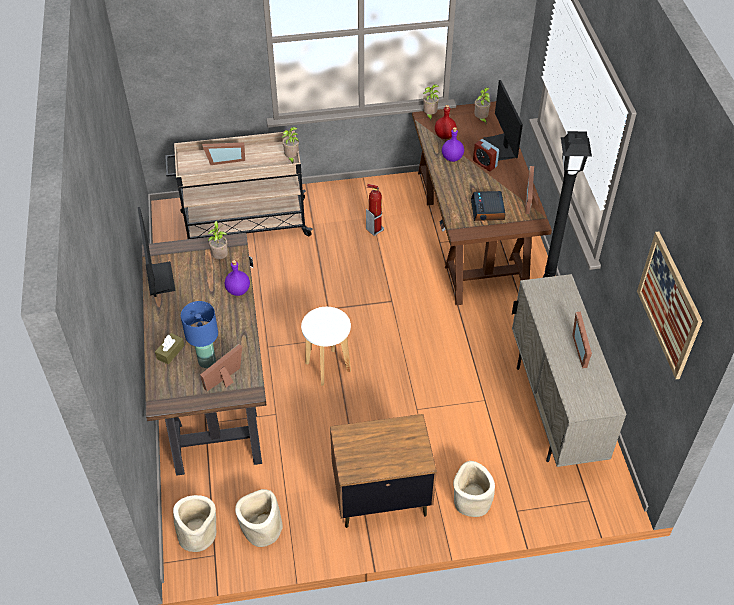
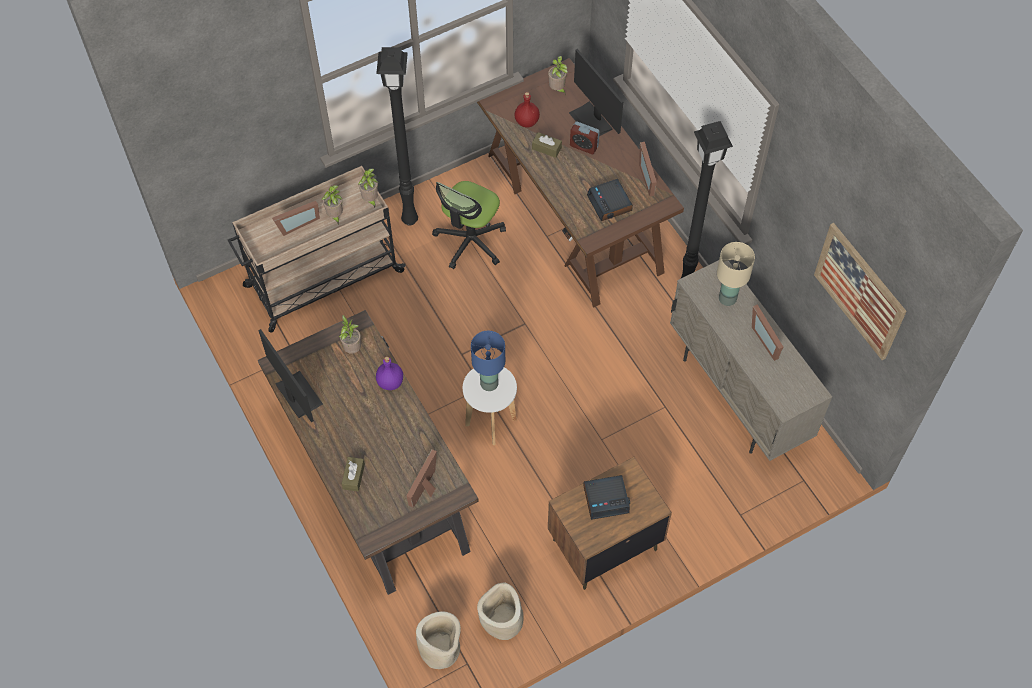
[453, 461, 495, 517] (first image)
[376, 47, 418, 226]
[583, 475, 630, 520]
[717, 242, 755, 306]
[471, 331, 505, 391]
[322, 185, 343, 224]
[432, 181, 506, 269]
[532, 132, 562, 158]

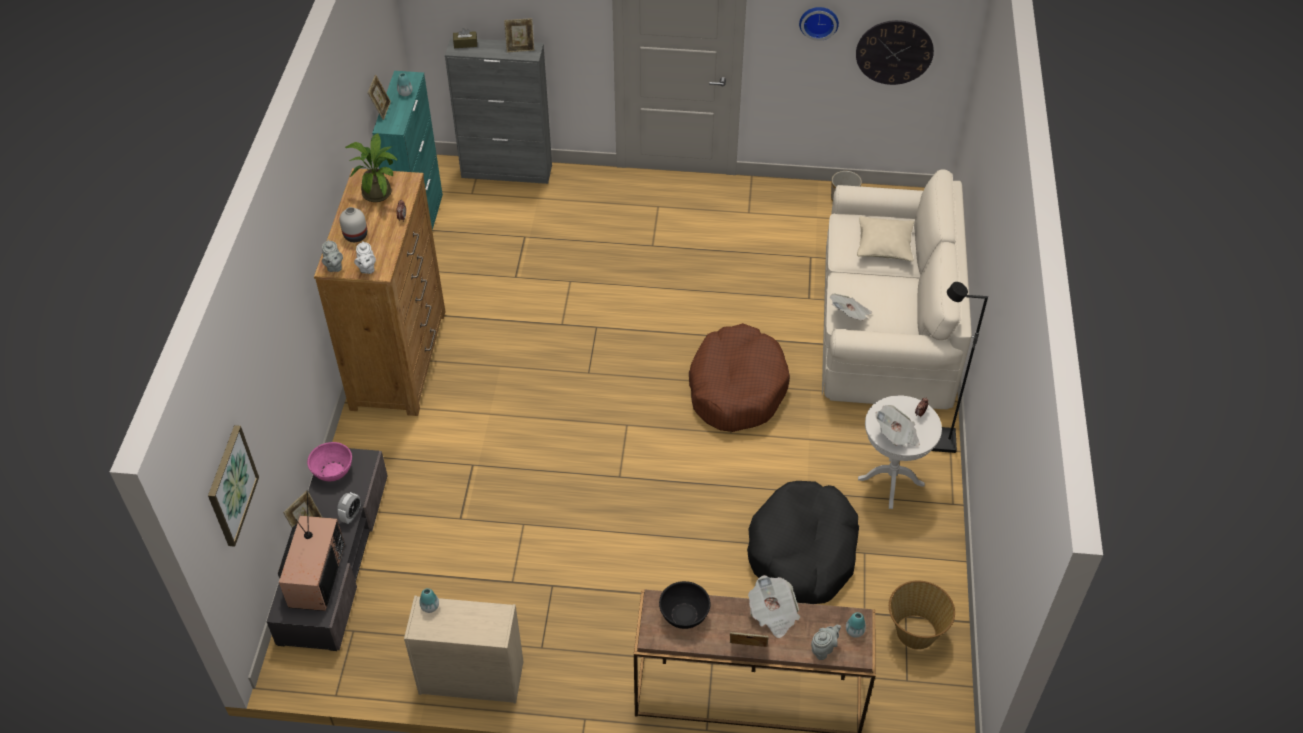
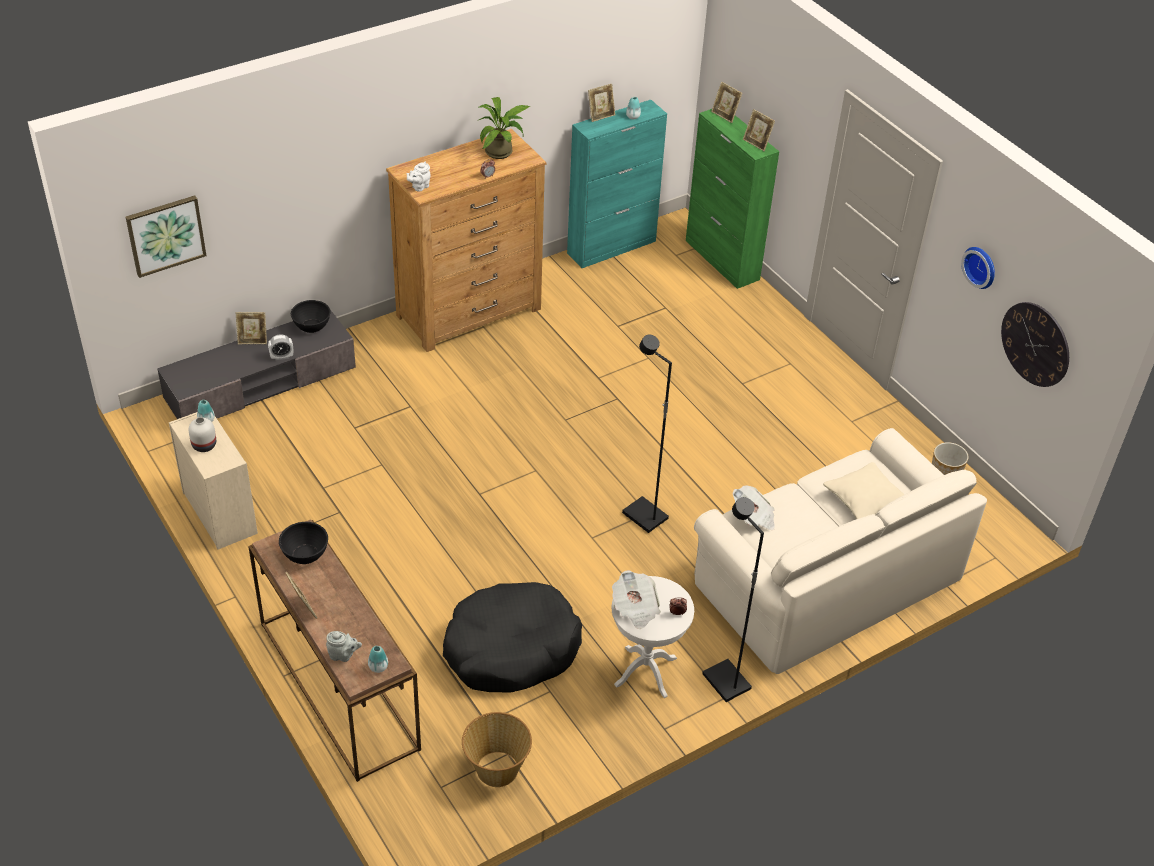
[278, 491, 345, 611] (first image)
[322, 240, 343, 272] (first image)
[748, 575, 800, 638] (first image)
[188, 417, 216, 452]
[711, 82, 742, 123]
[622, 334, 672, 533]
[291, 300, 331, 333]
[686, 109, 779, 289]

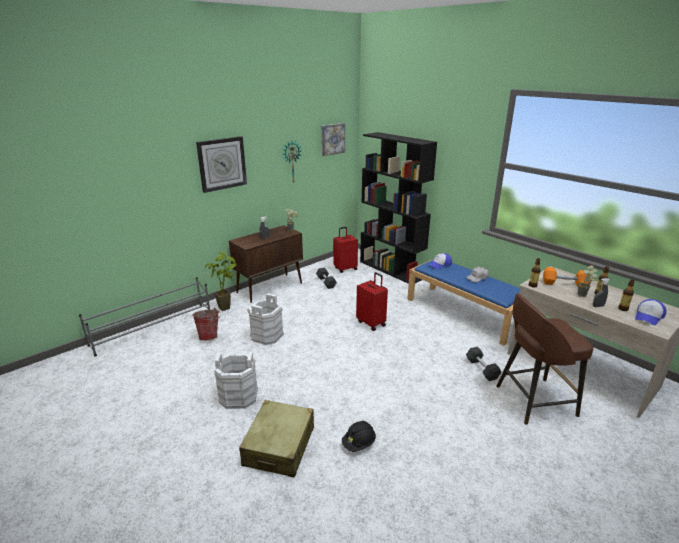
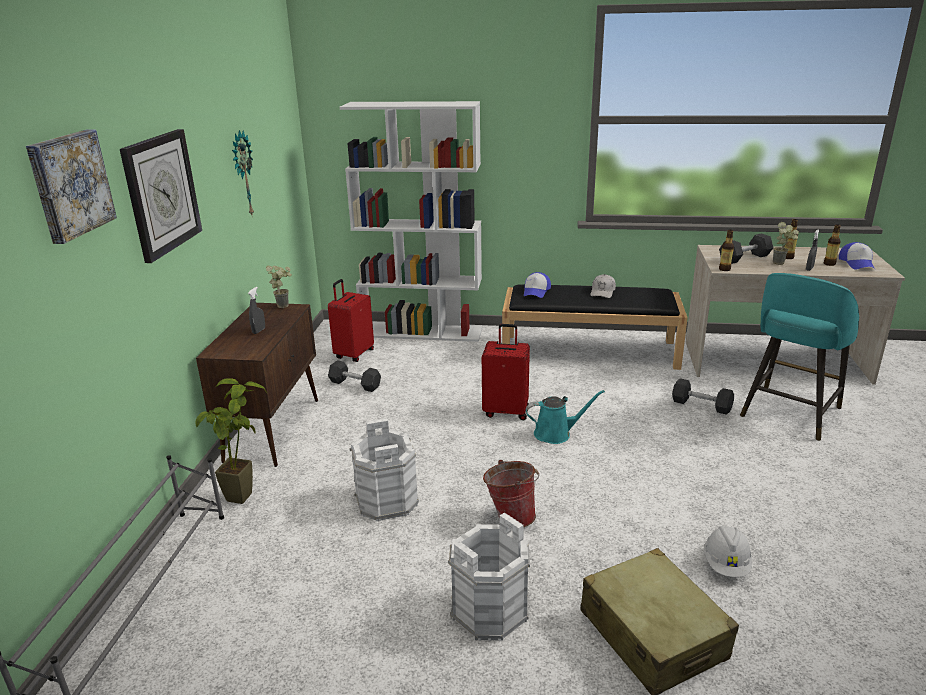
[526, 390, 605, 444]
[483, 460, 539, 527]
[26, 130, 117, 244]
[704, 526, 752, 577]
[340, 101, 482, 342]
[502, 285, 688, 370]
[740, 273, 859, 441]
[719, 234, 773, 264]

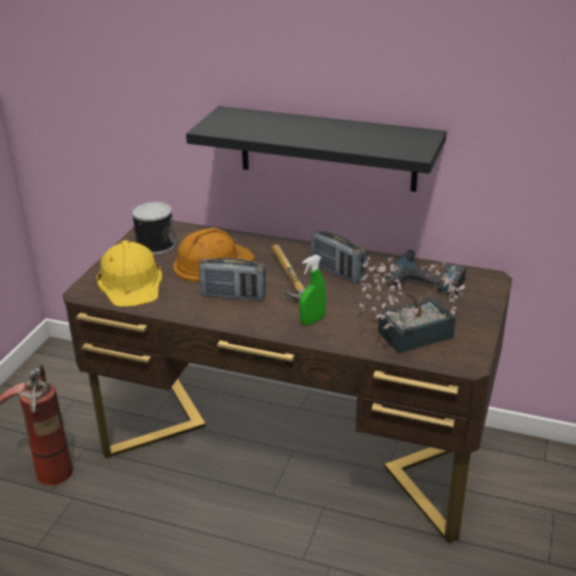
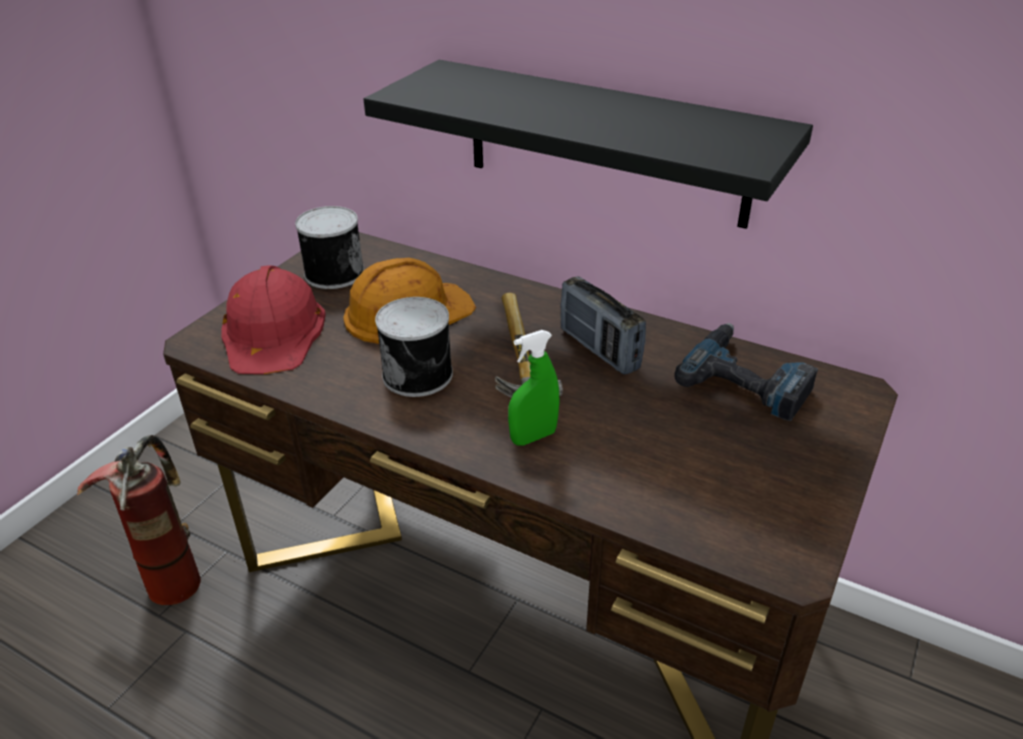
[360, 256, 465, 354] (first image)
[375, 297, 453, 397]
[221, 266, 326, 374]

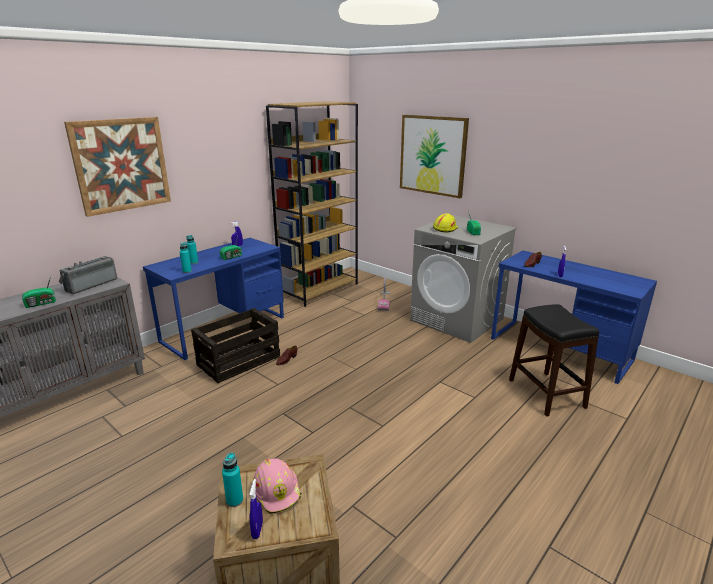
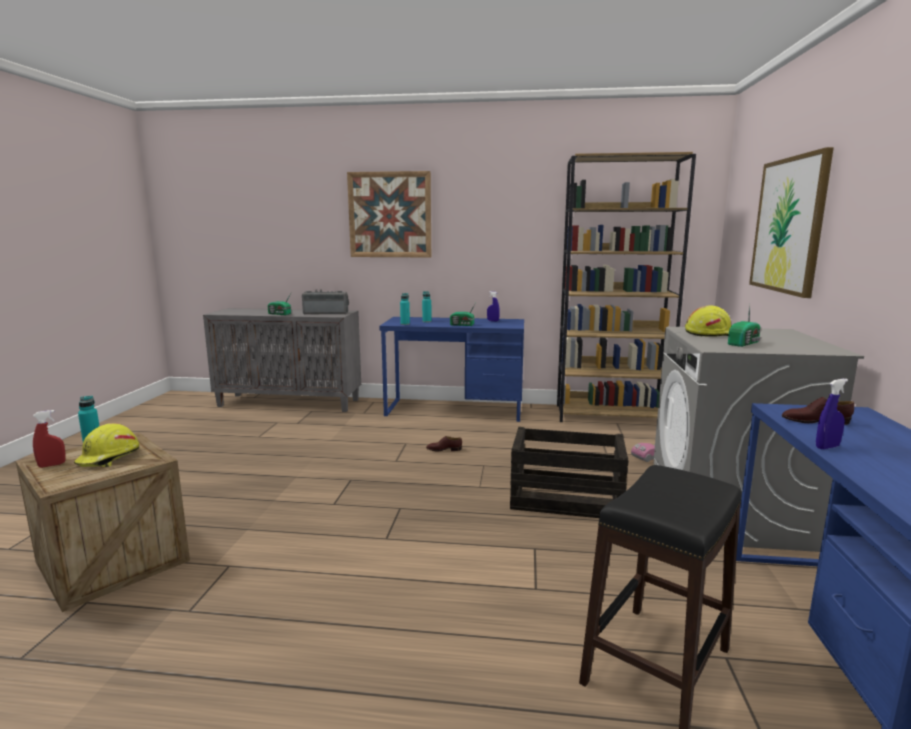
[510, 427, 629, 518]
[33, 410, 66, 468]
[74, 423, 139, 467]

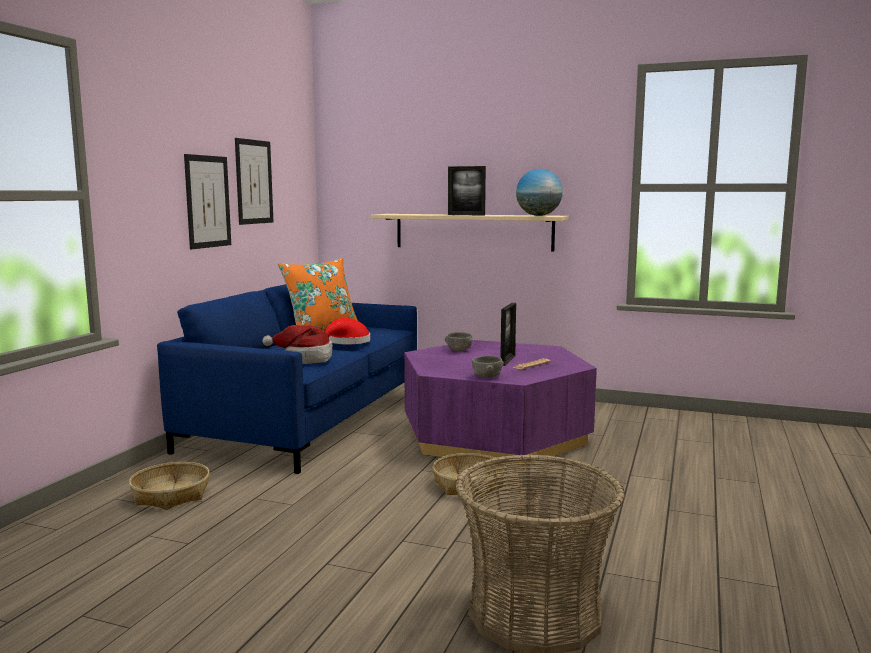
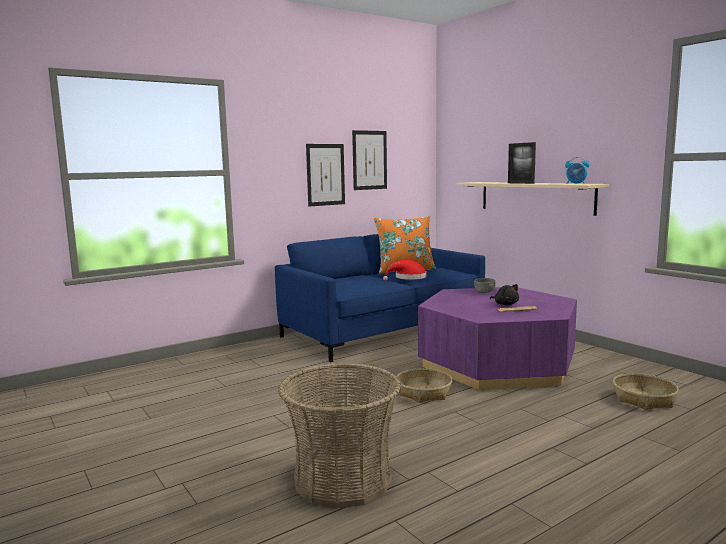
[262, 325, 332, 364] (first image)
[472, 356, 504, 378] (first image)
[613, 373, 679, 410]
[490, 284, 519, 305]
[565, 157, 589, 184]

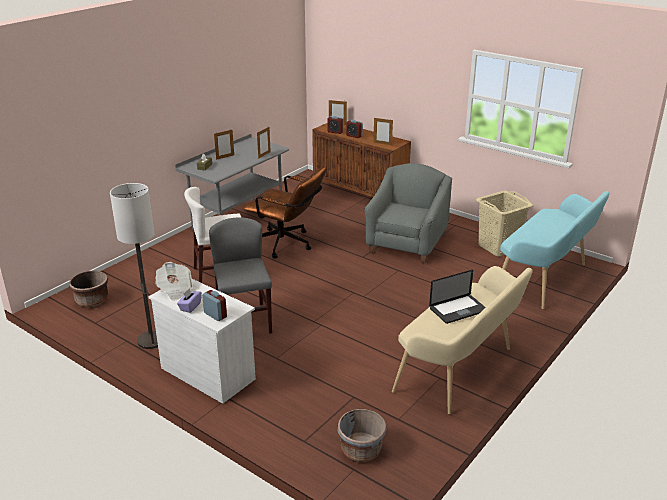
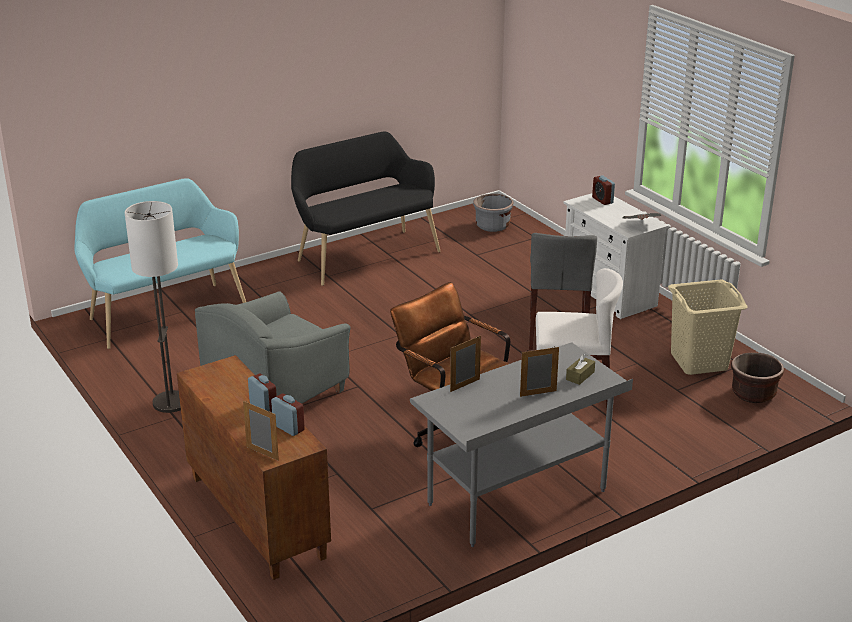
[177, 288, 202, 313] (first image)
[373, 117, 393, 145] (first image)
[429, 270, 486, 324] (first image)
[125, 201, 181, 413]
[668, 280, 747, 375]
[291, 132, 440, 286]

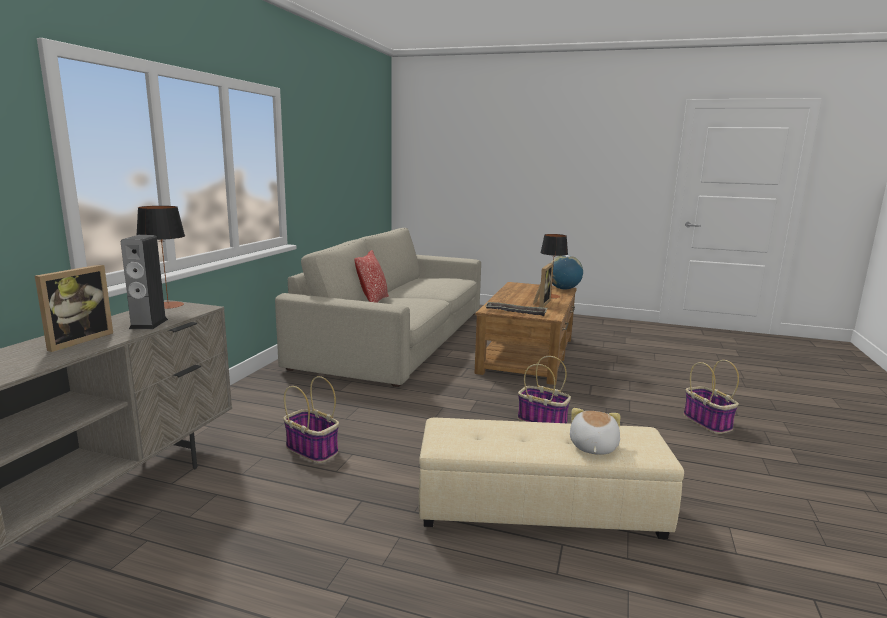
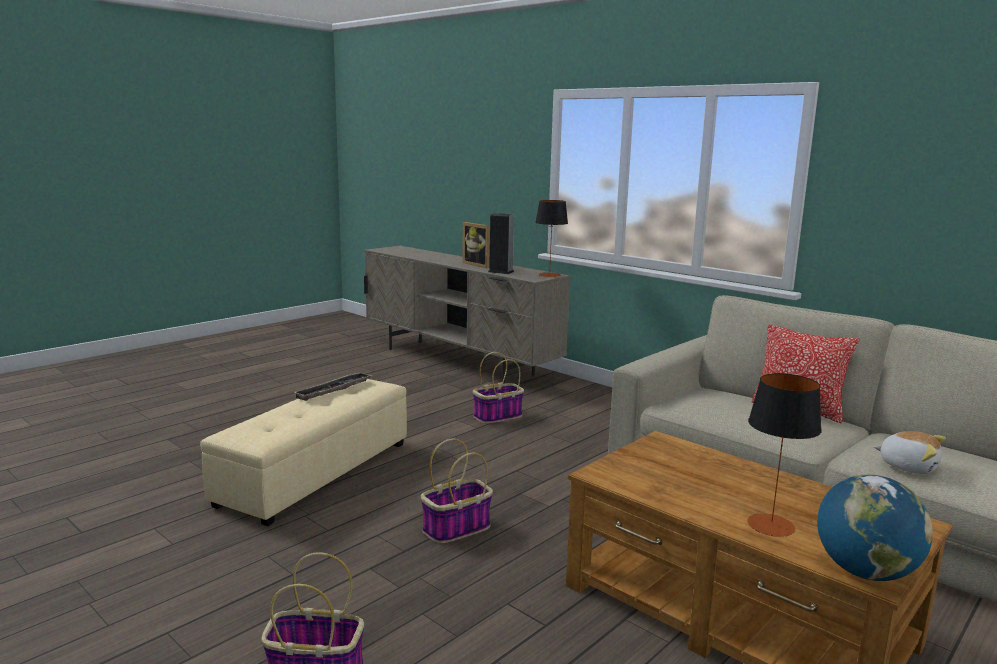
[533, 263, 553, 307] (first image)
[294, 372, 372, 401]
[873, 431, 946, 474]

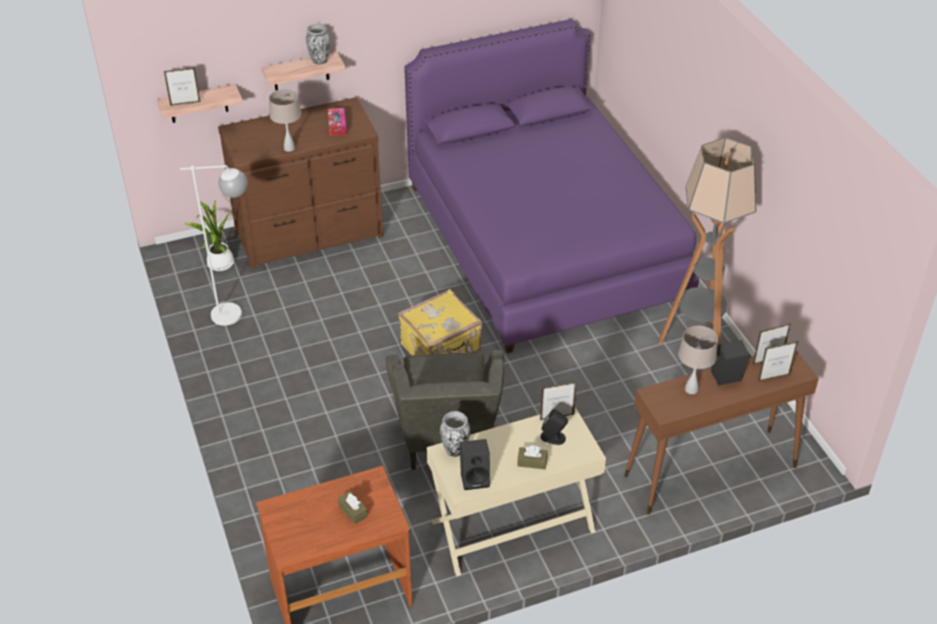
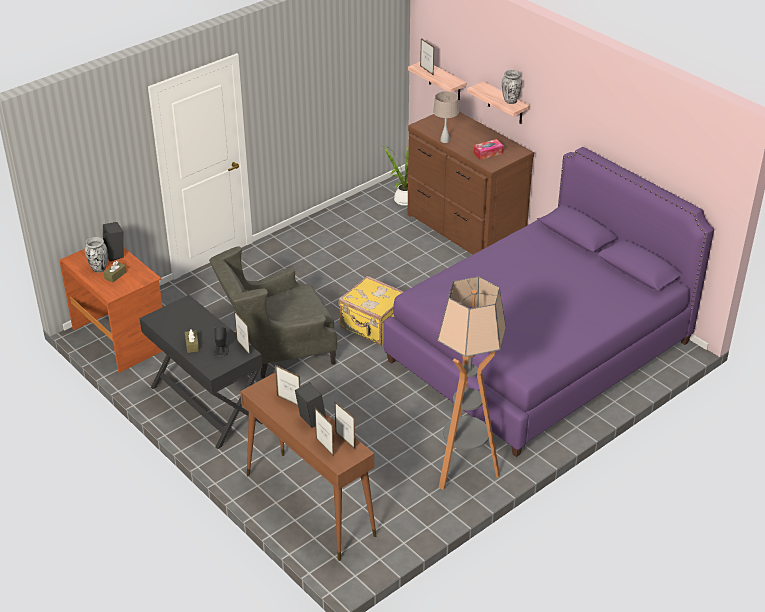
[180, 165, 248, 326] (first image)
[85, 237, 107, 273]
[103, 222, 124, 261]
[275, 365, 300, 405]
[139, 295, 262, 449]

